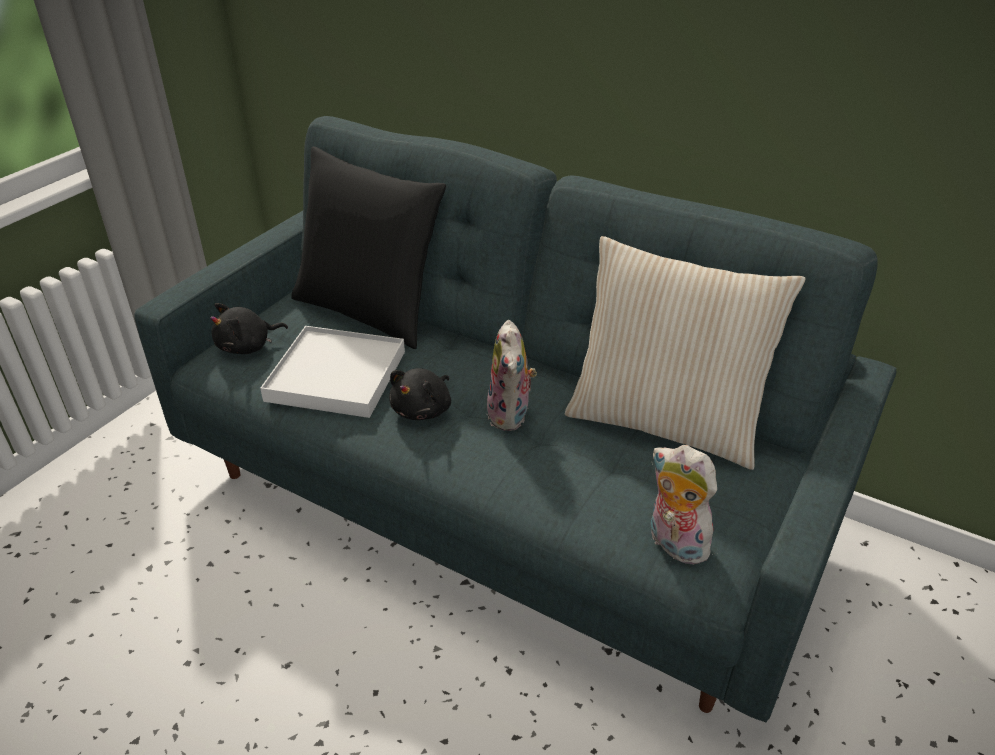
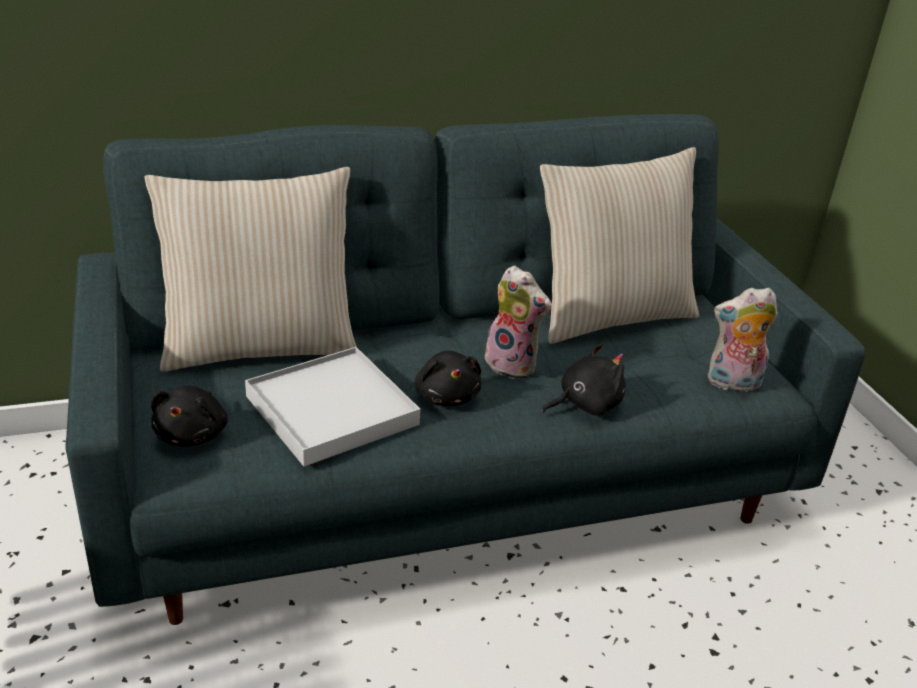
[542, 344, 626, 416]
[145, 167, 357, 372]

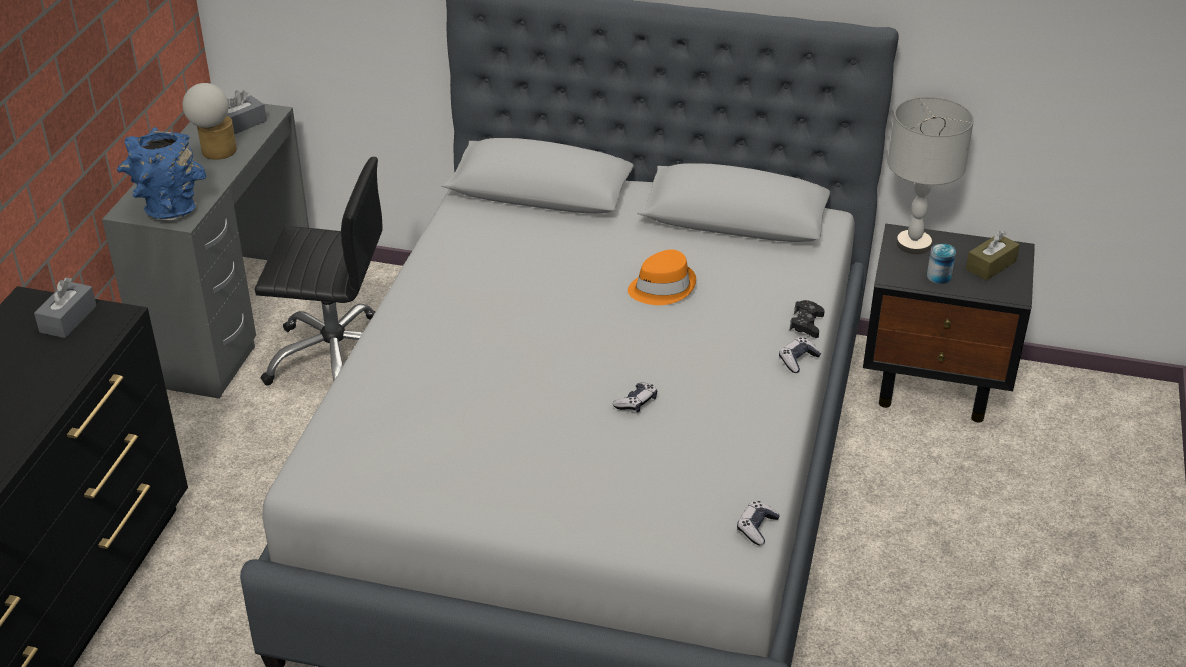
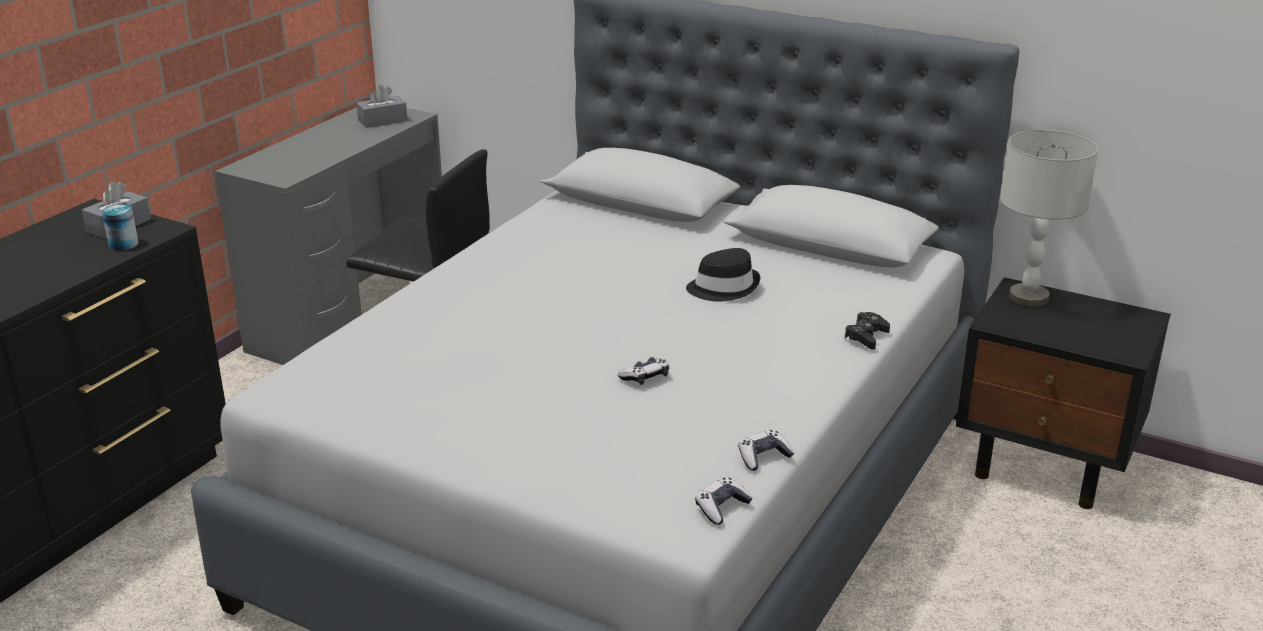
[117, 127, 206, 221] (first image)
[183, 83, 237, 160] (first image)
[966, 230, 1020, 281] (first image)
[738, 429, 794, 471]
[102, 204, 139, 250]
[686, 248, 761, 302]

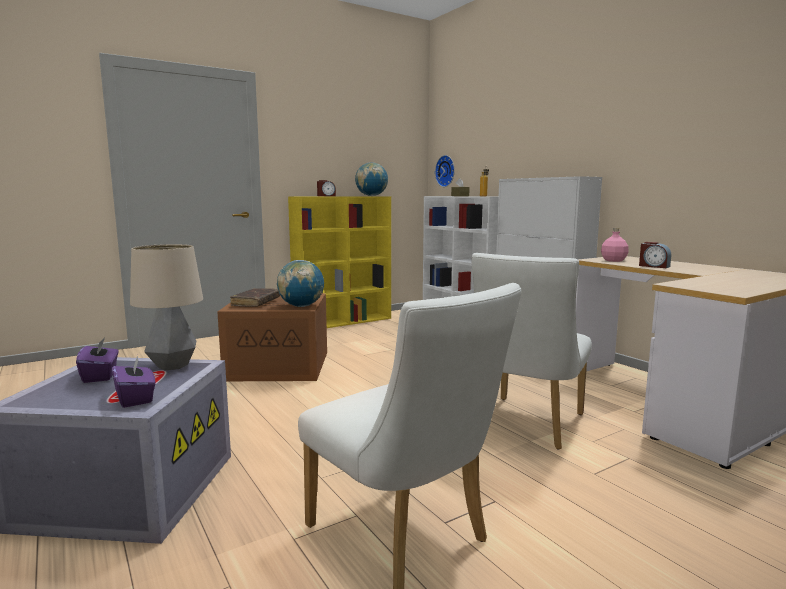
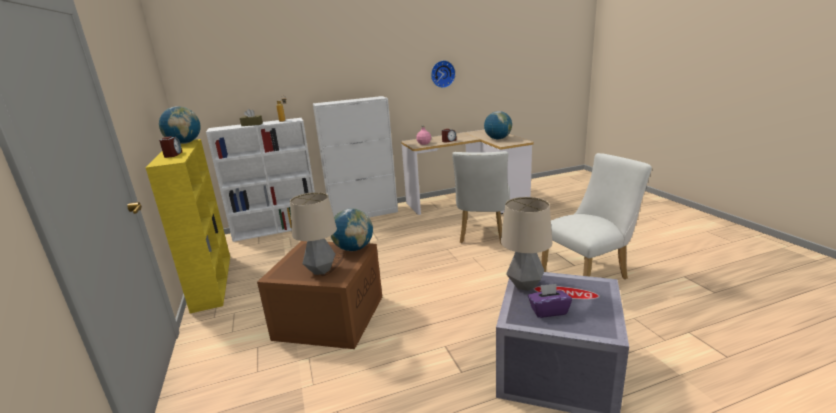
[112, 355, 155, 408] (first image)
[484, 111, 512, 139]
[431, 60, 456, 88]
[290, 192, 337, 275]
[452, 151, 510, 243]

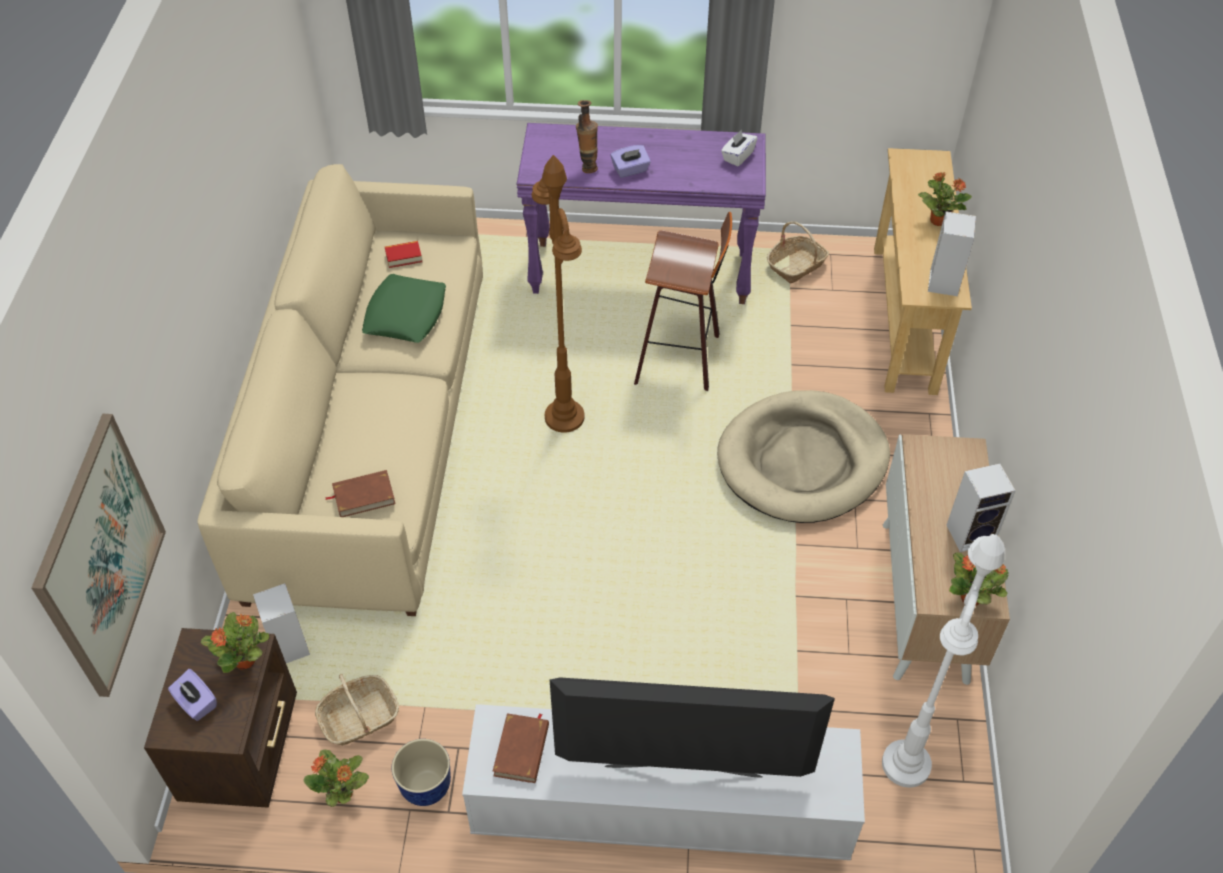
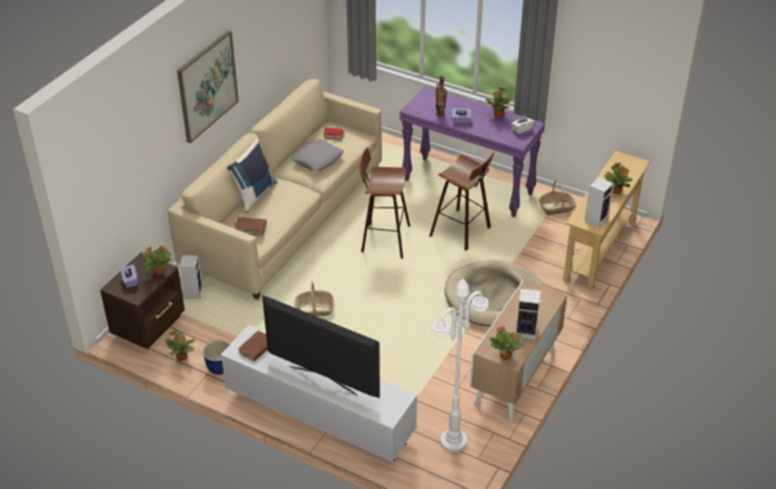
[227, 138, 277, 213]
[485, 87, 513, 118]
[177, 30, 239, 143]
[295, 281, 334, 316]
[359, 148, 410, 259]
[292, 139, 344, 172]

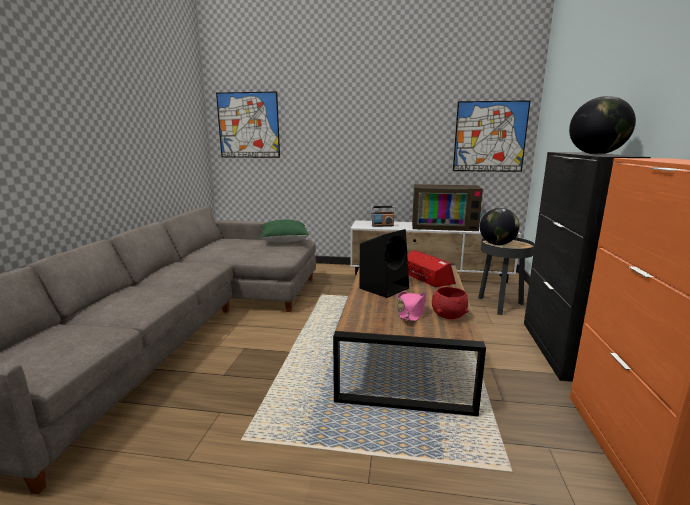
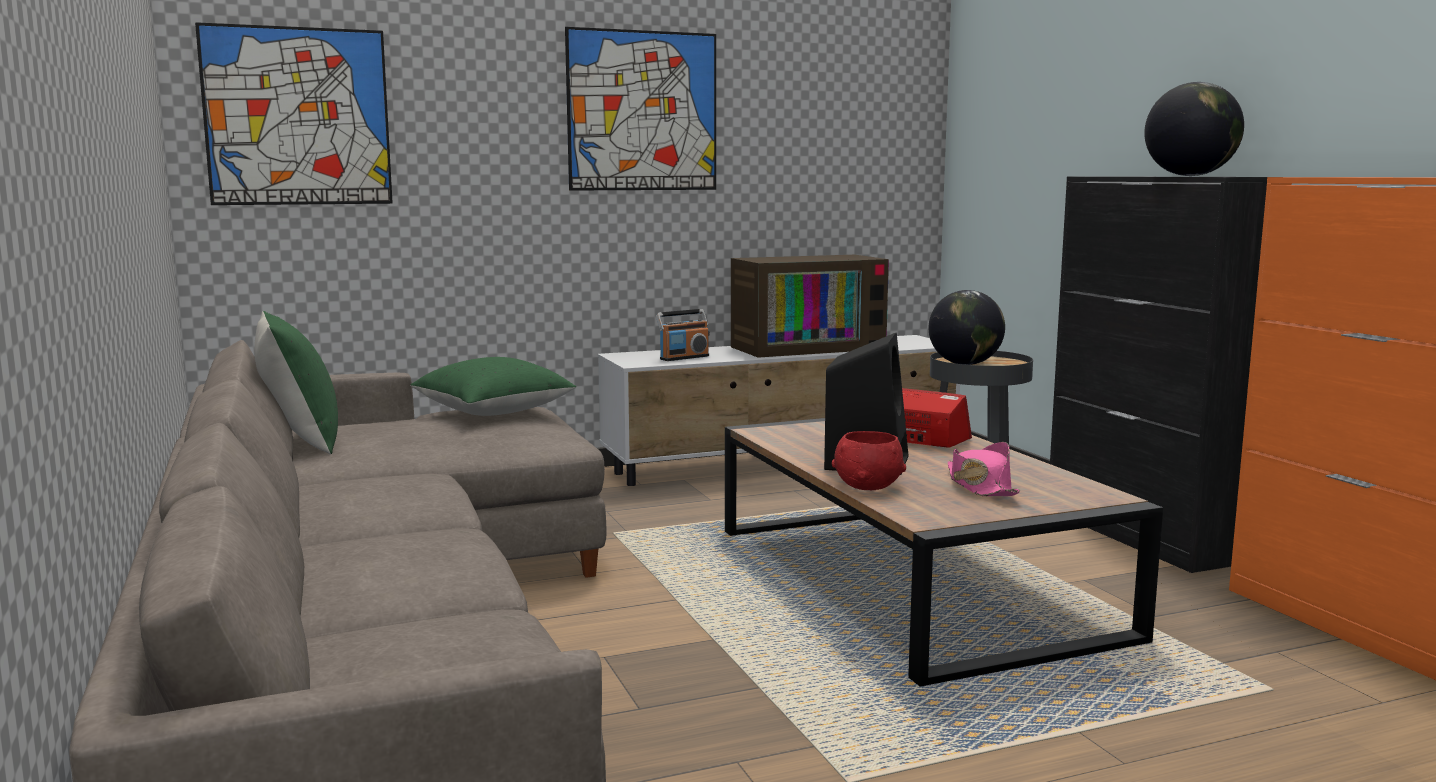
[254, 311, 338, 454]
[832, 431, 906, 490]
[565, 27, 716, 191]

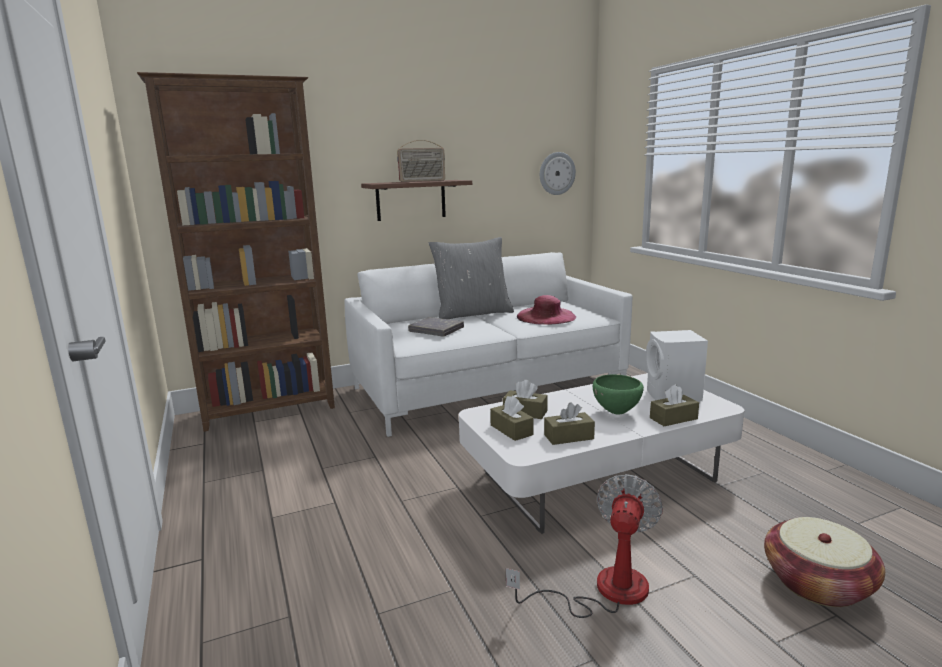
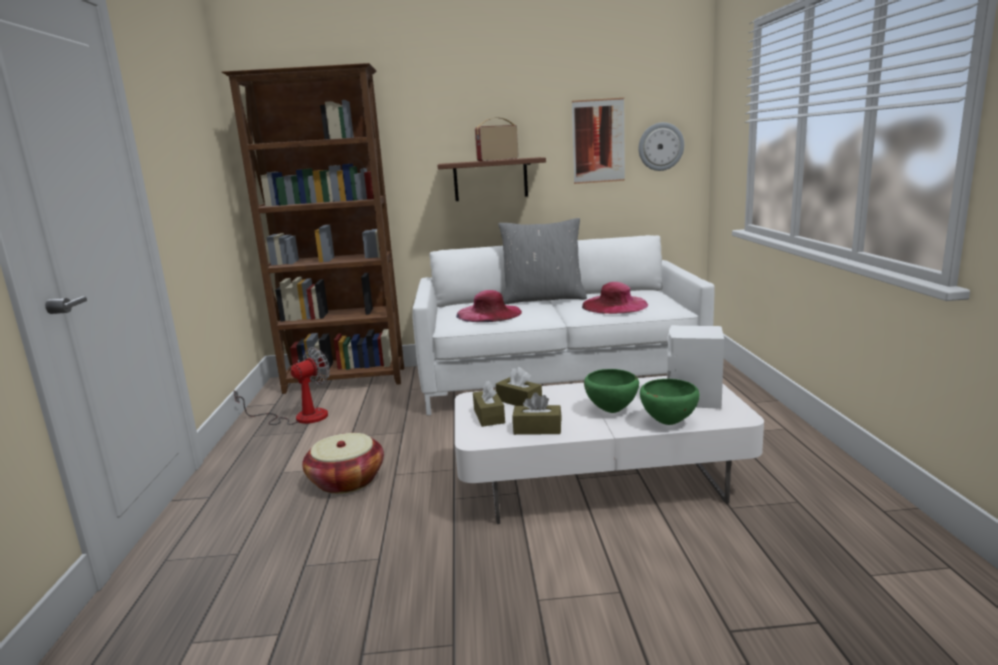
[572, 98, 625, 184]
[233, 347, 330, 425]
[302, 433, 384, 494]
[456, 290, 522, 322]
[640, 379, 699, 425]
[475, 117, 519, 161]

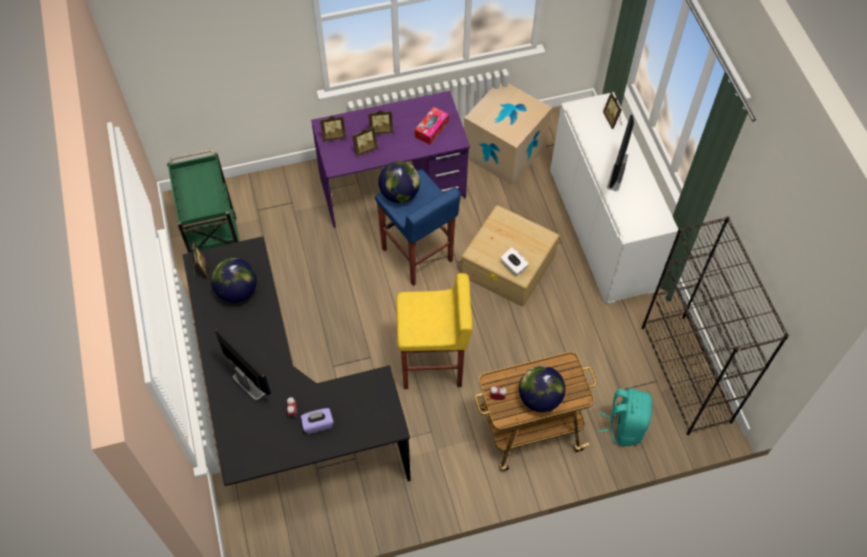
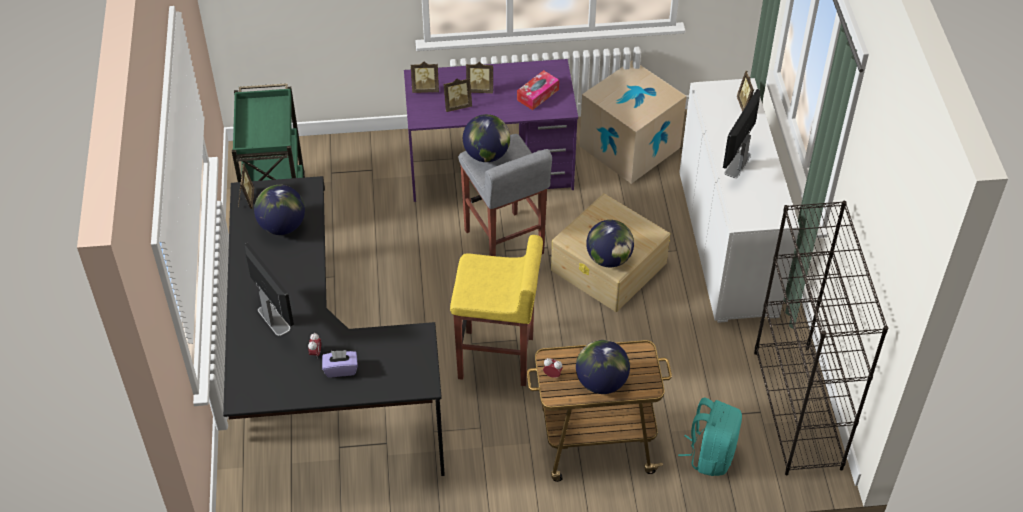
[586, 220, 634, 267]
[458, 134, 552, 256]

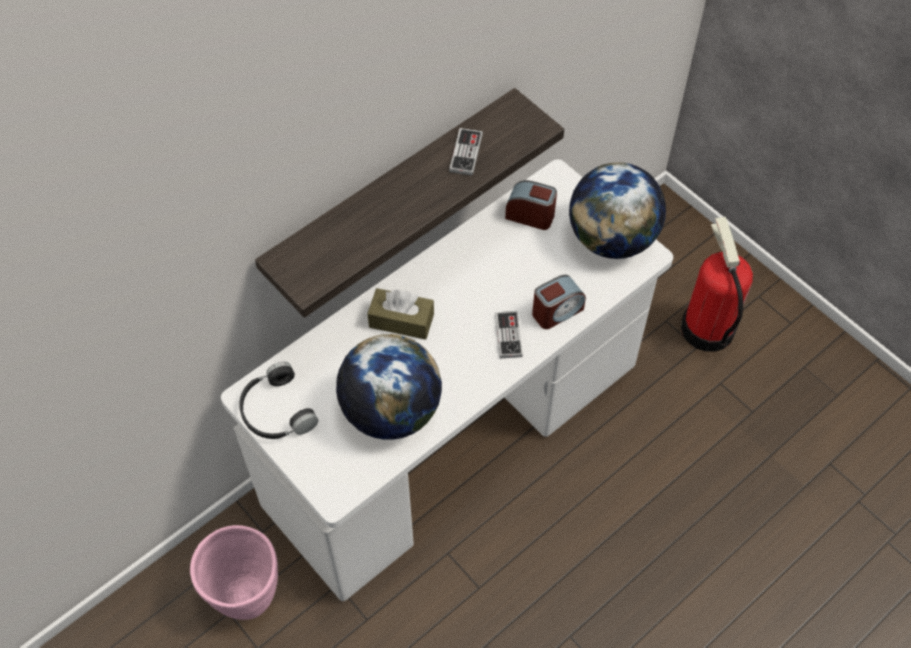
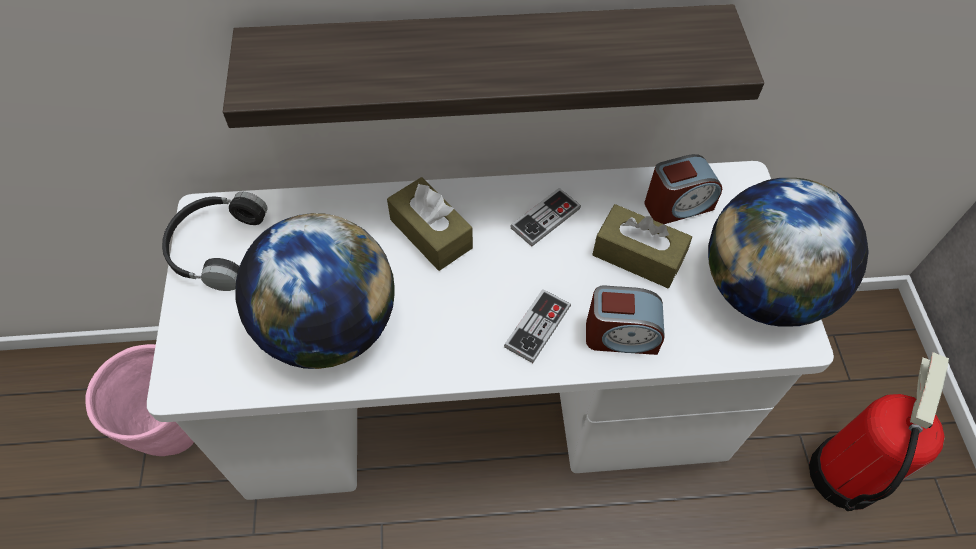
[592, 204, 692, 288]
[510, 188, 581, 247]
[644, 154, 722, 224]

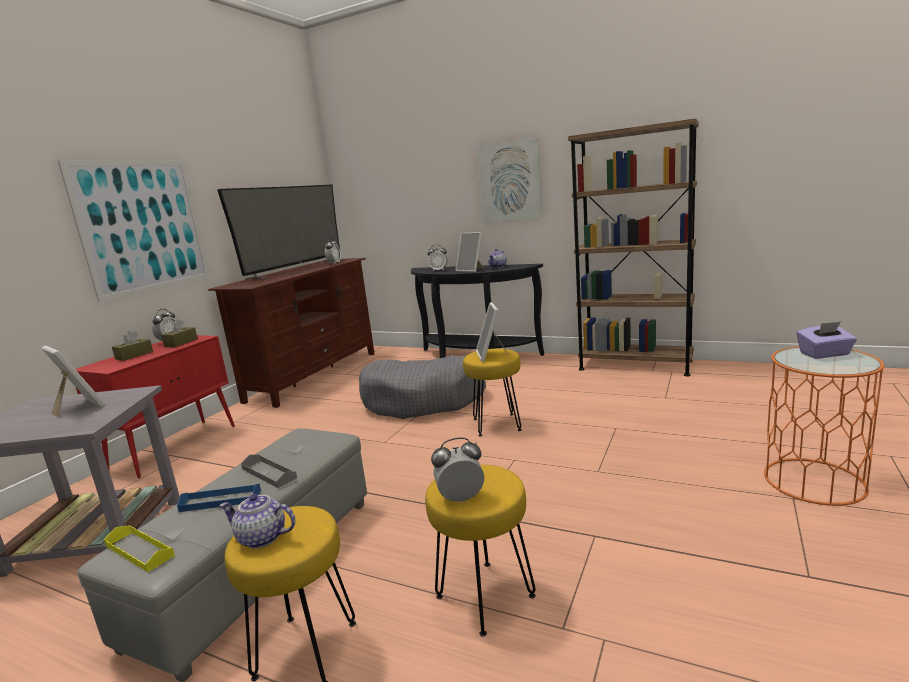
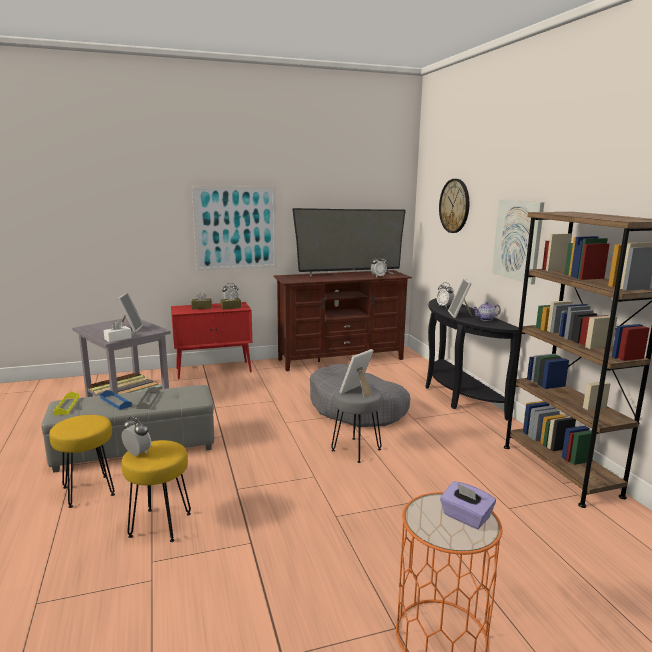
[219, 494, 296, 549] (first image)
[103, 320, 132, 342]
[439, 179, 469, 233]
[331, 385, 382, 463]

